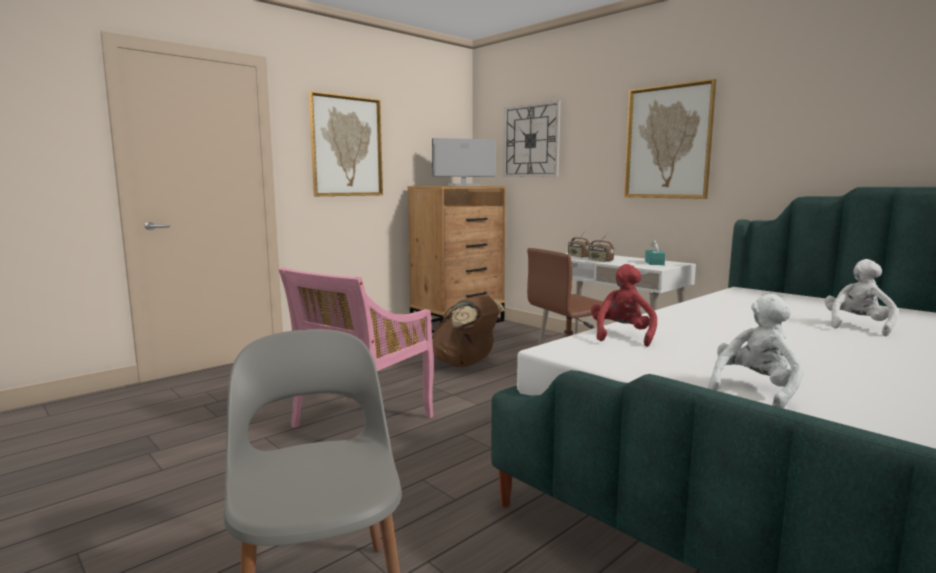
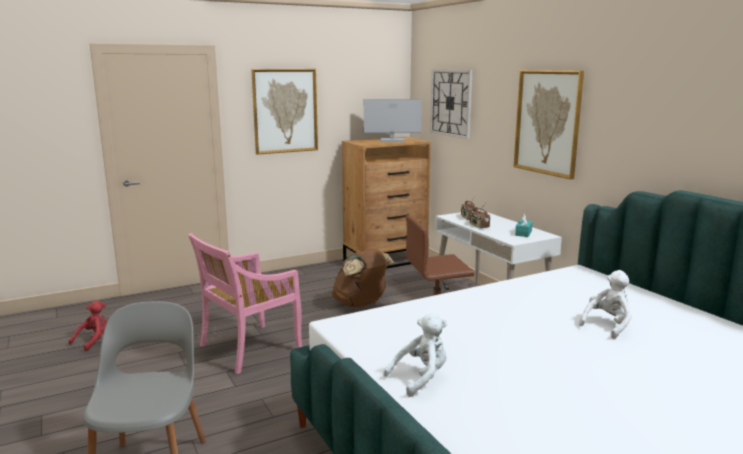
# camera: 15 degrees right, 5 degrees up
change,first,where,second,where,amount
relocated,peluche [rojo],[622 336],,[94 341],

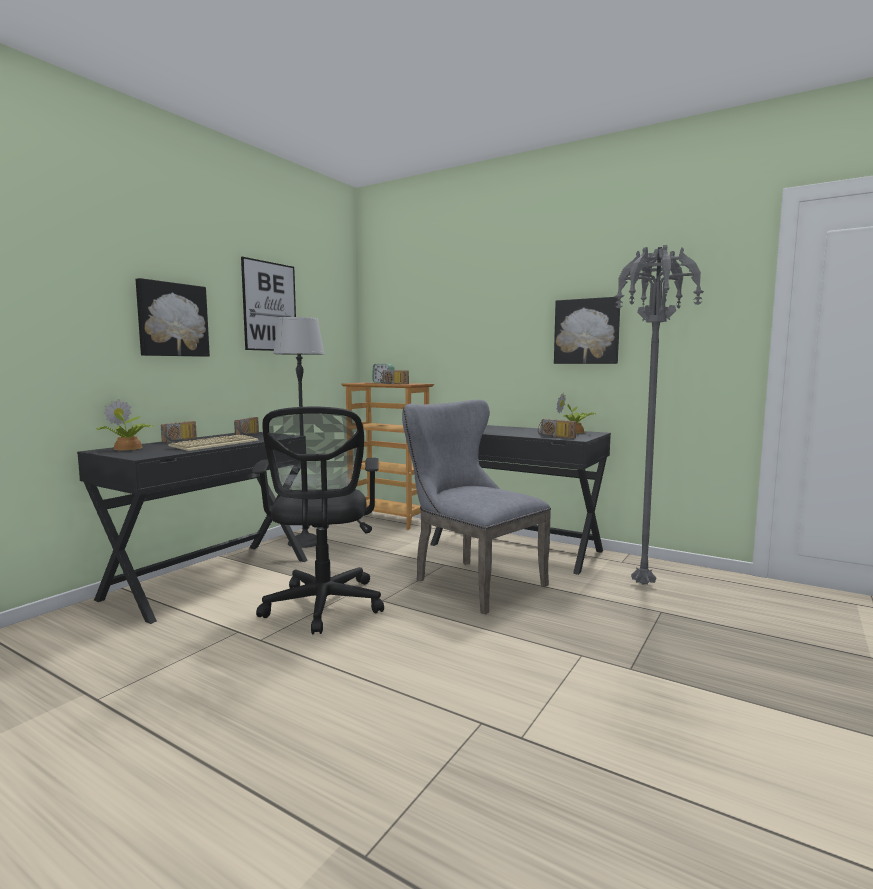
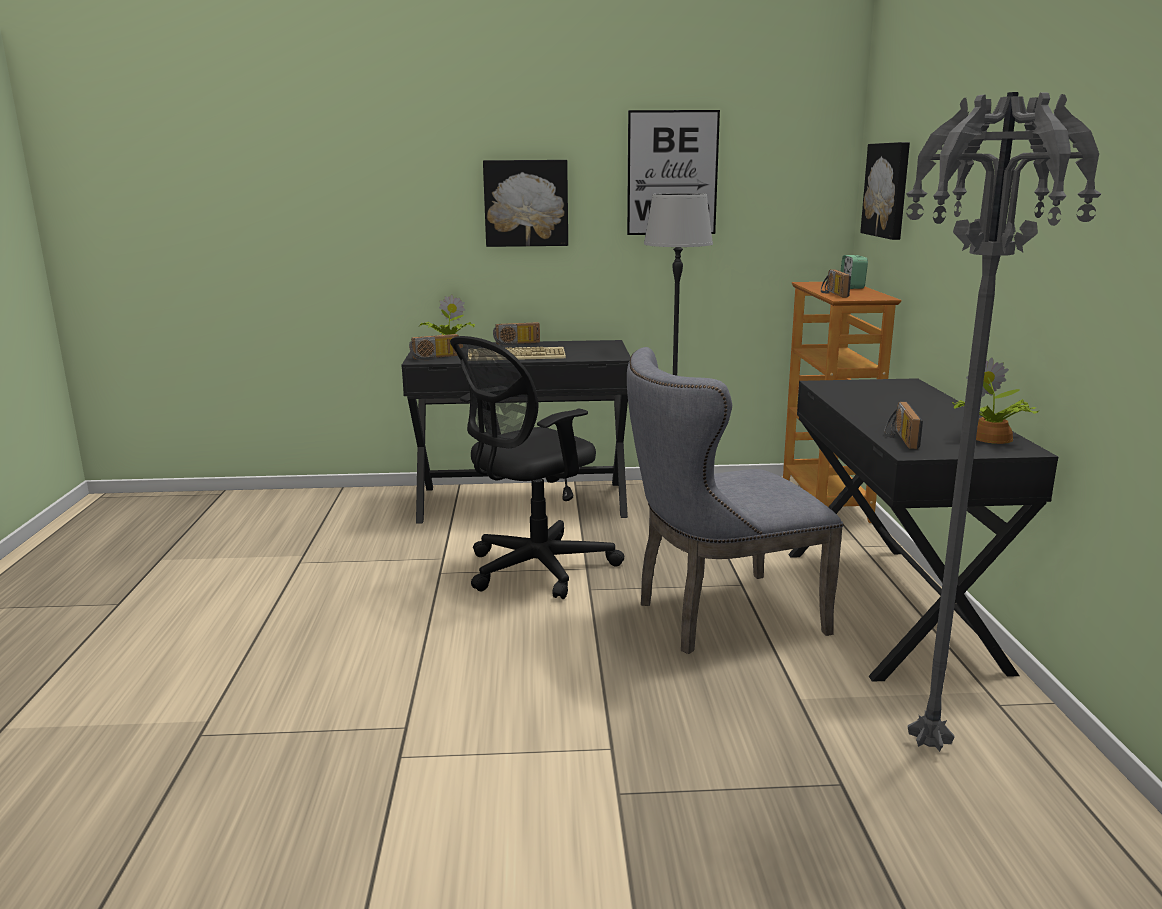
# camera: 55 degrees right, 10 degrees up
change,first,where,second,where,amount
relocated,radio,[249 435],,[435 358],
relocated,cuadro,[587 331],,[888 190],
spun,silla [gris],[471 581],,[718 617],120 degrees counterclockwise

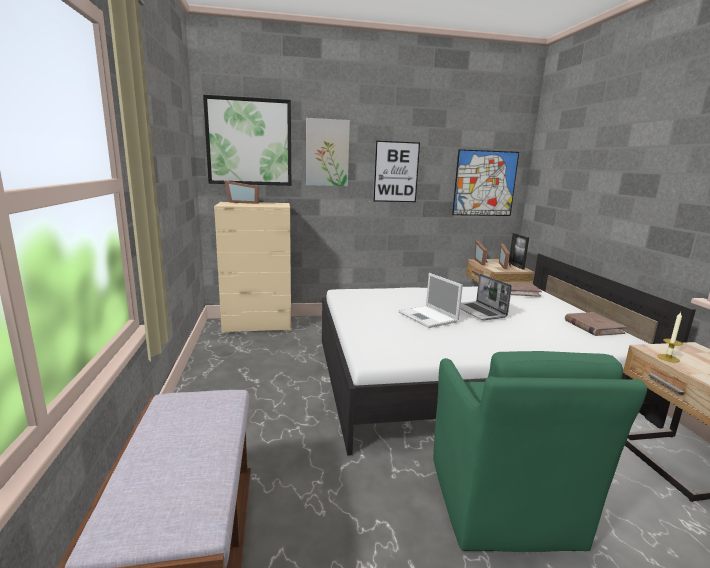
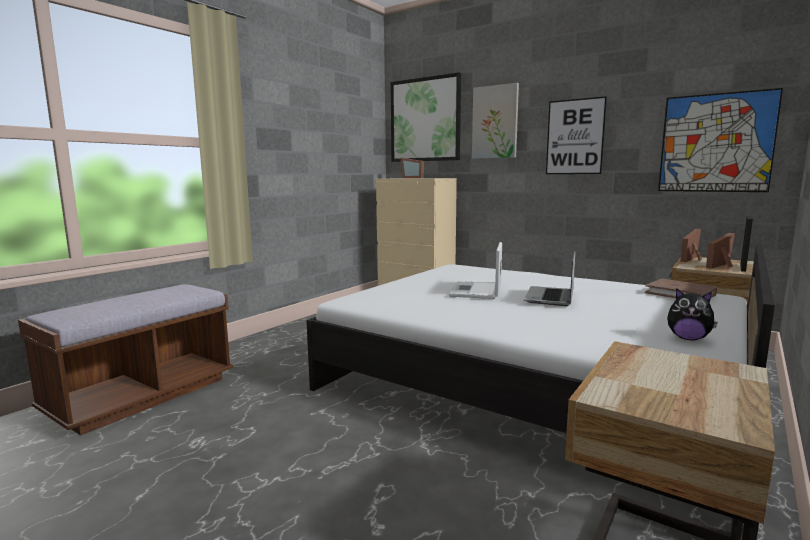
# camera: 45 degrees right, 5 degrees down
change,first,where,second,where,amount
missing,sillón [verde],[502 505],,,
missing,vela,[668 358],,,
exchanged,libro [marrón],[593 326],peluche,[688 338],

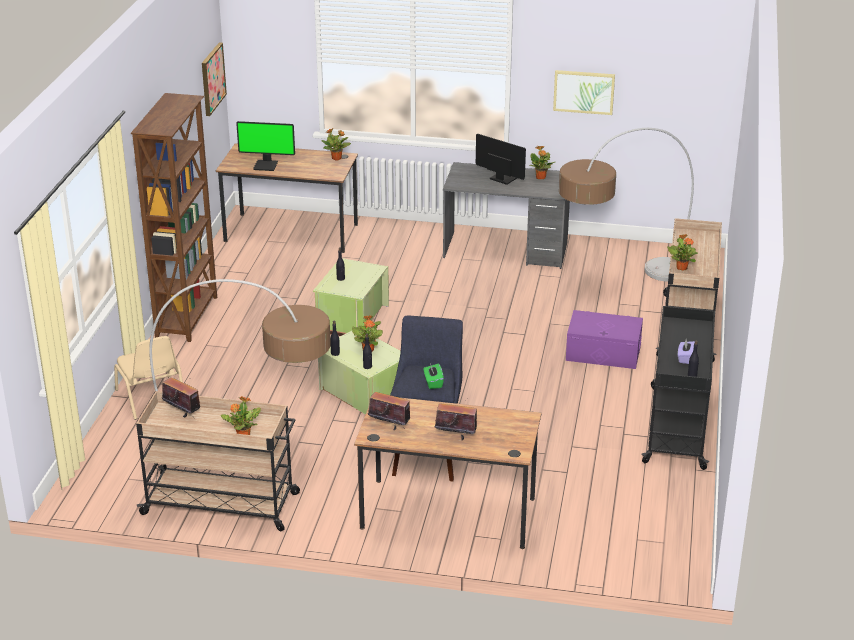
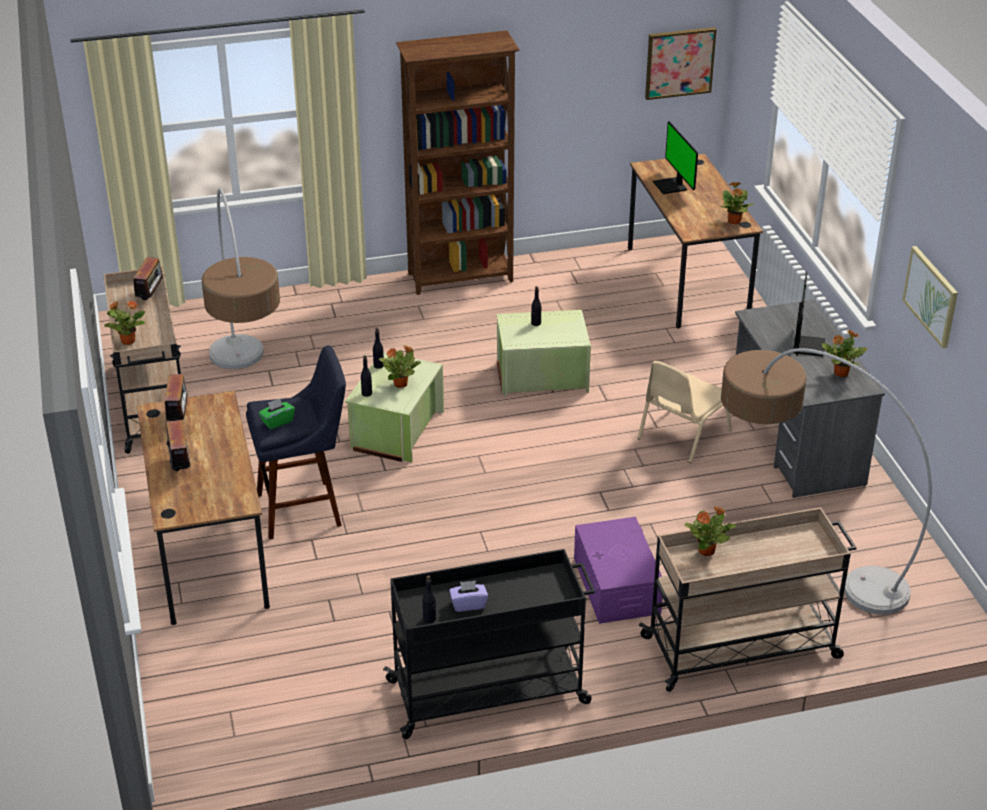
# camera: 65 degrees right, 5 degrees up
change,first,where,second,where,amount
relocated,silla [beis],[151 398],,[682 435],

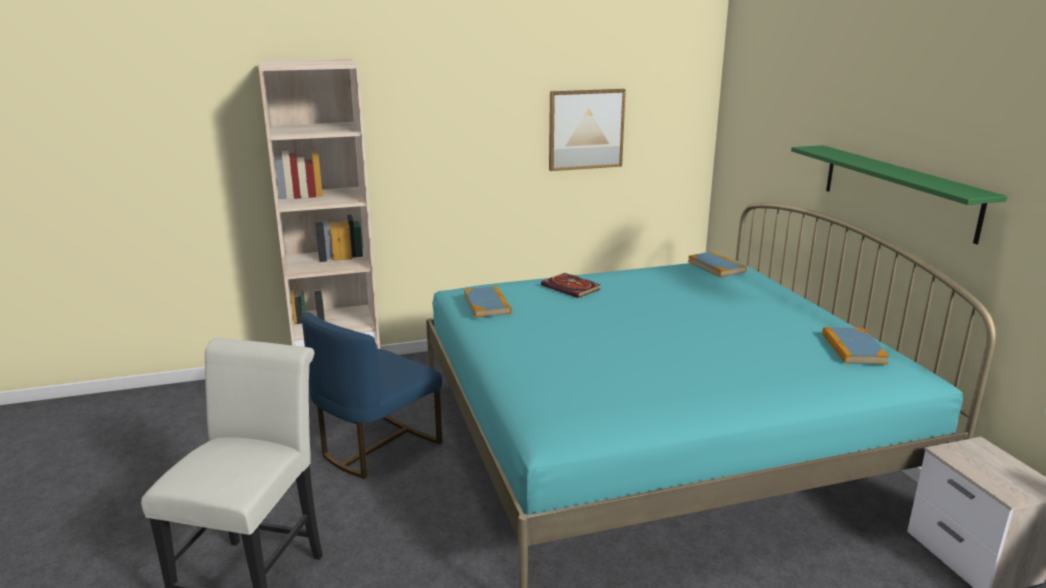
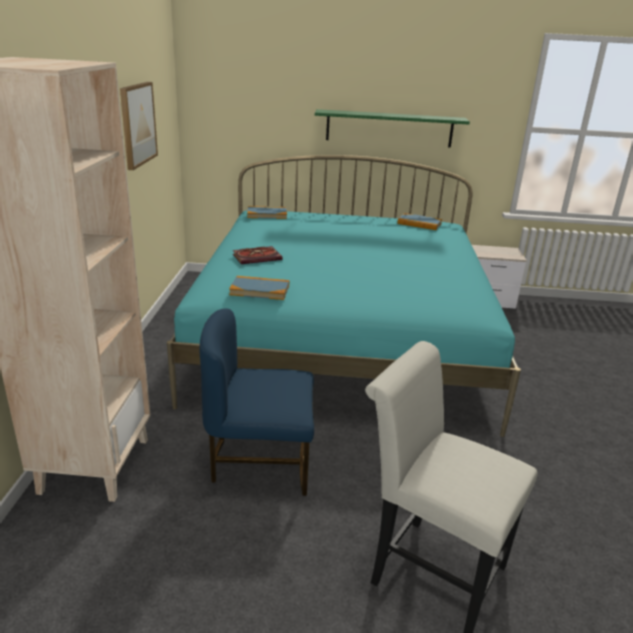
# camera: 70 degrees left, 5 degrees up
change,first,where,second,where,amount
spun,silla [azul],[377 447],,[260 461],120 degrees clockwise

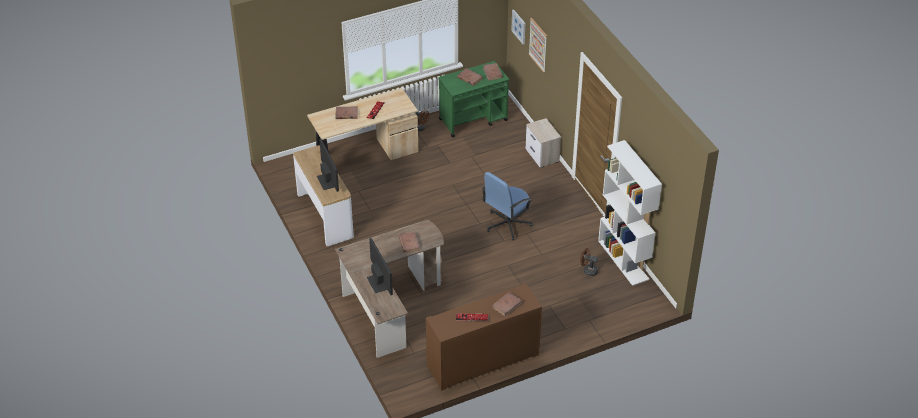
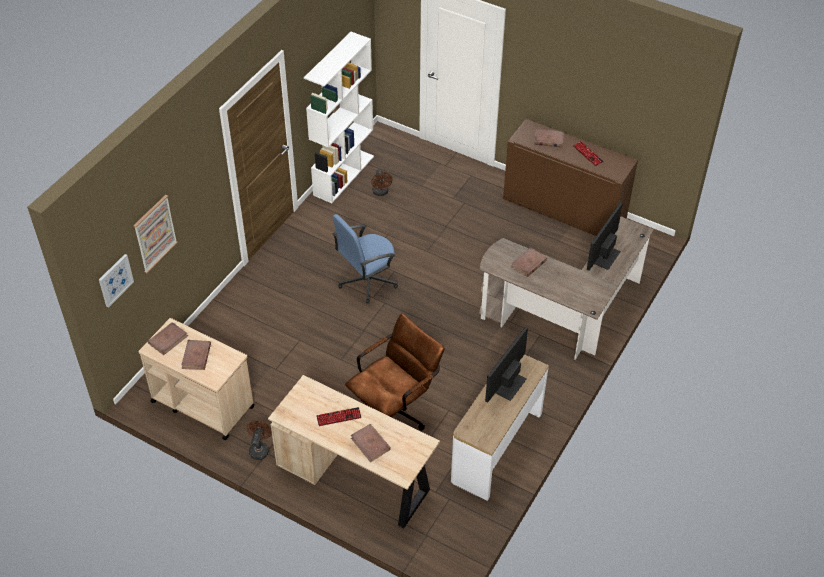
# camera: 125 degrees left, 5 degrees up
change,first,where,second,where,amount
missing,mesita de noche,[542 156],,,
appeared,,,silla de oficina [marrón],[395 411],
colour,carrito [verde],[473 120],carrito [beis],[202 403],
spun,silla de oficina [azul],[507 224],,[367 281],135 degrees clockwise

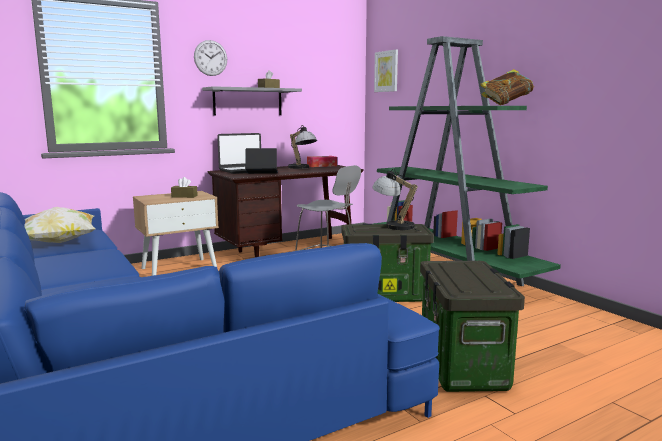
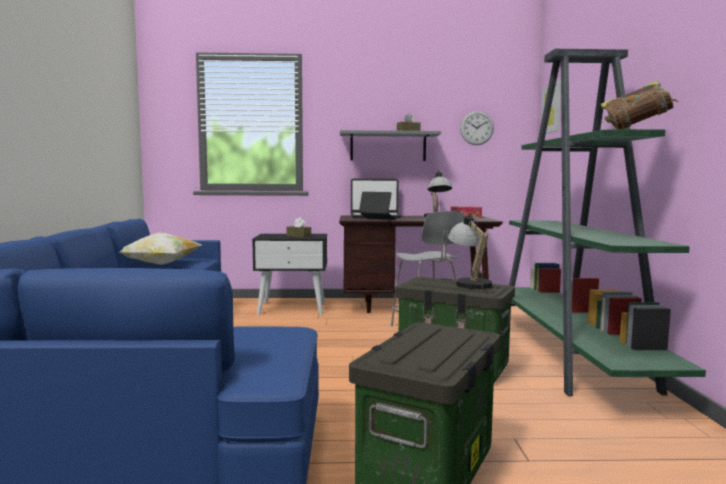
# camera: 30 degrees right, 5 degrees down
change,first,where,second,where,amount
relocated,reloj de pared,[210 58],,[476 128],
colour,mesita de noche [beis],[179 269],mesita de noche [negro],[292 308],

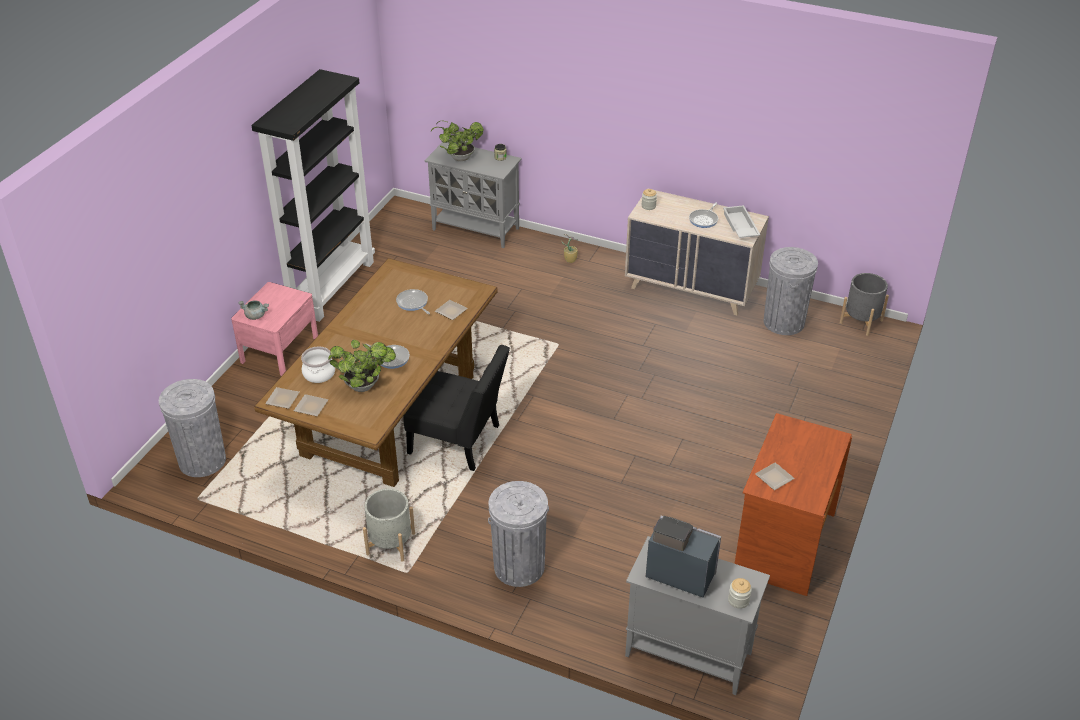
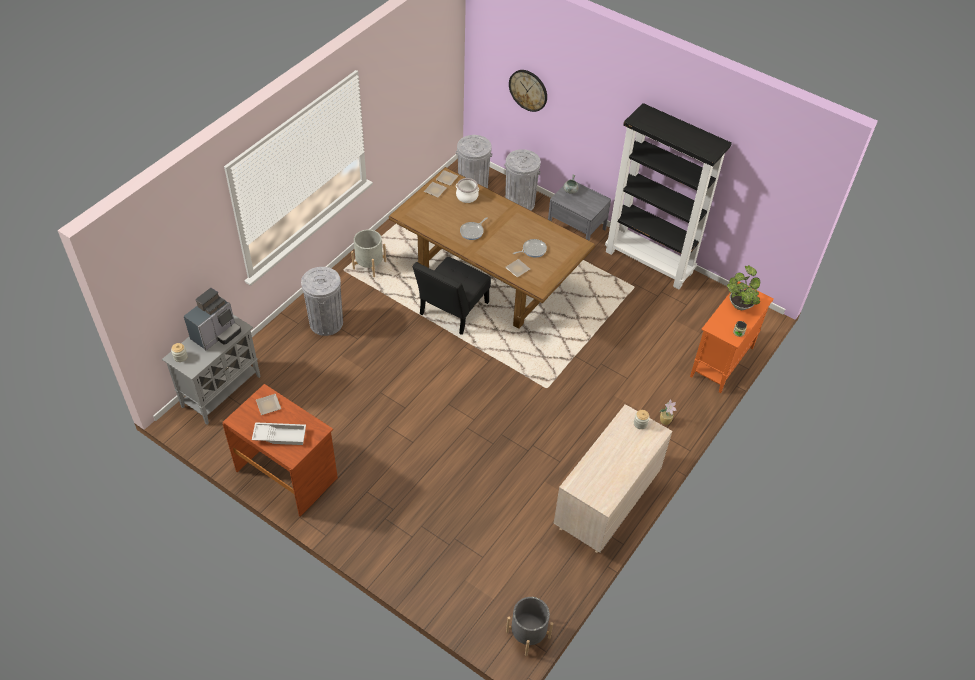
# camera: 100 degrees right, 10 degrees up
change,first,where,second,where,amount
missing,planta en maceta,[365 386],,,
missing,sartén,[704 219],,,
appeared,,,reloj de pared,[528 90],
relocated,bandeja [blanco],[739 226],,[280 435],
relocated,papelera [gris],[783 322],,[520 203],
colour,mesita de noche [rosa],[279 350],mesita de noche [gris],[576 229],
colour,armario [gris],[476 229],armario [naranja],[721 362],

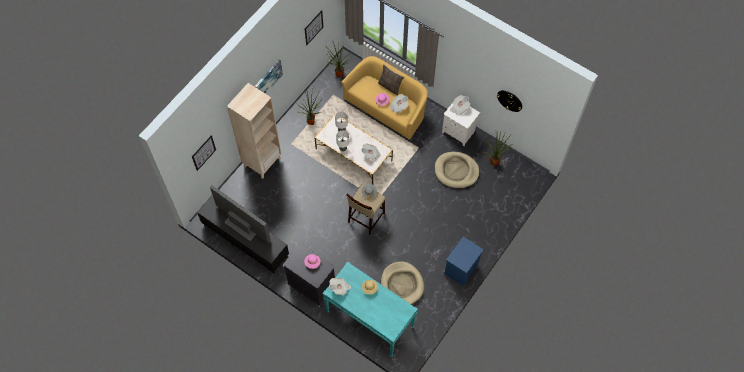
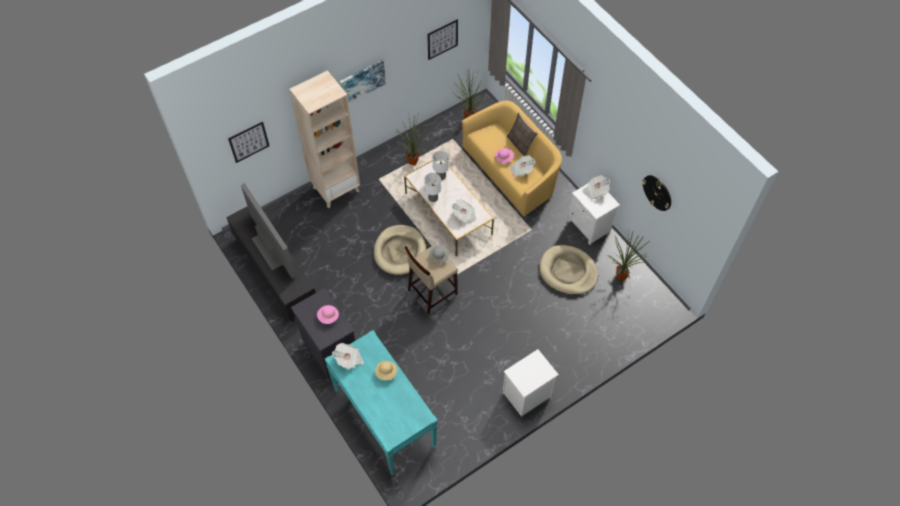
# camera: 20 degrees right, 5 degrees down
change,first,where,second,where,amount
relocated,cama para perro [beis],[402 284],,[400 251],
colour,mesita de noche [azul],[461 270],mesita de noche [blanco],[526 395],

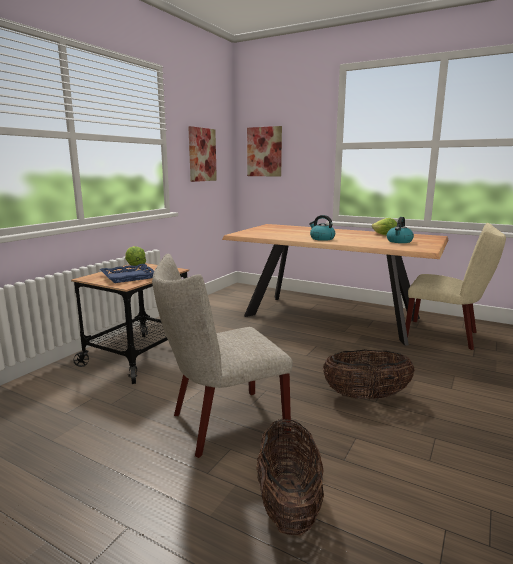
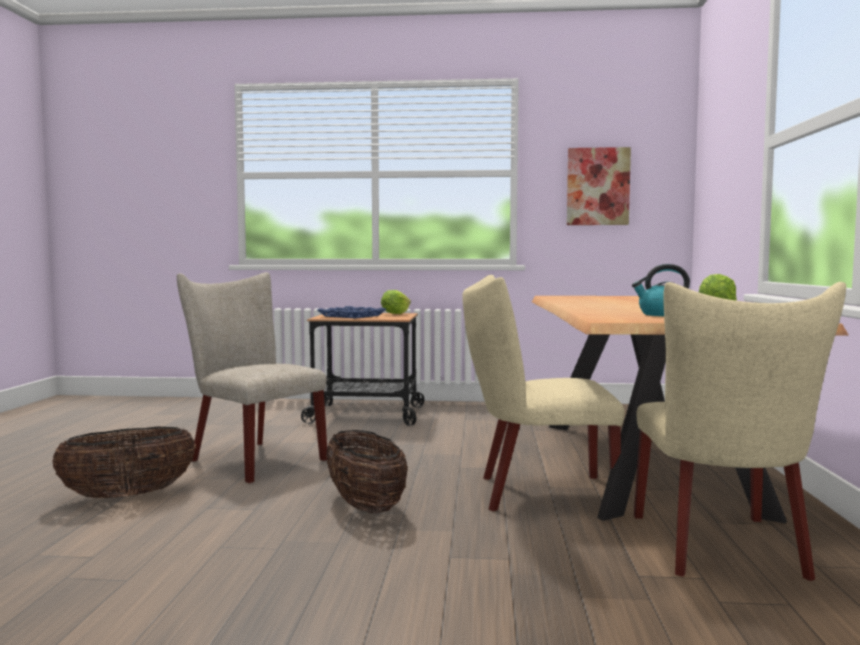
# camera: 65 degrees right, 10 degrees down
change,first,where,second,where,amount
missing,cuadro,[264 152],,,
missing,hervidor,[321 238],,,
appeared,,,silla [beis],[536 493],

